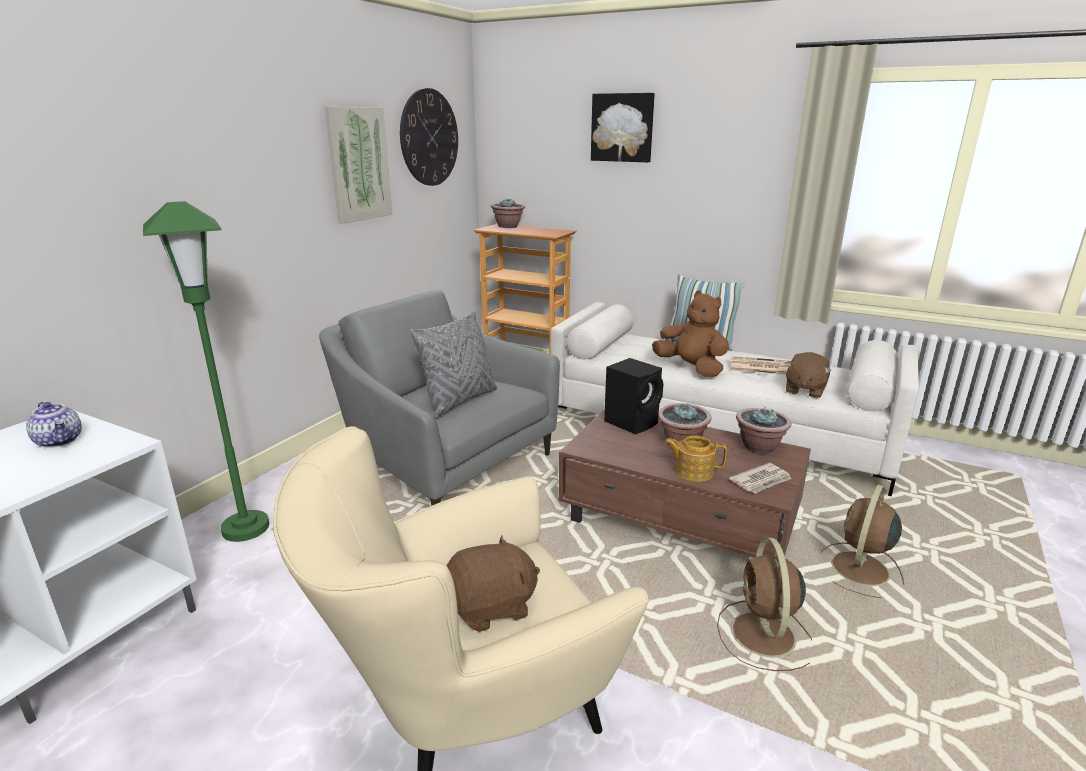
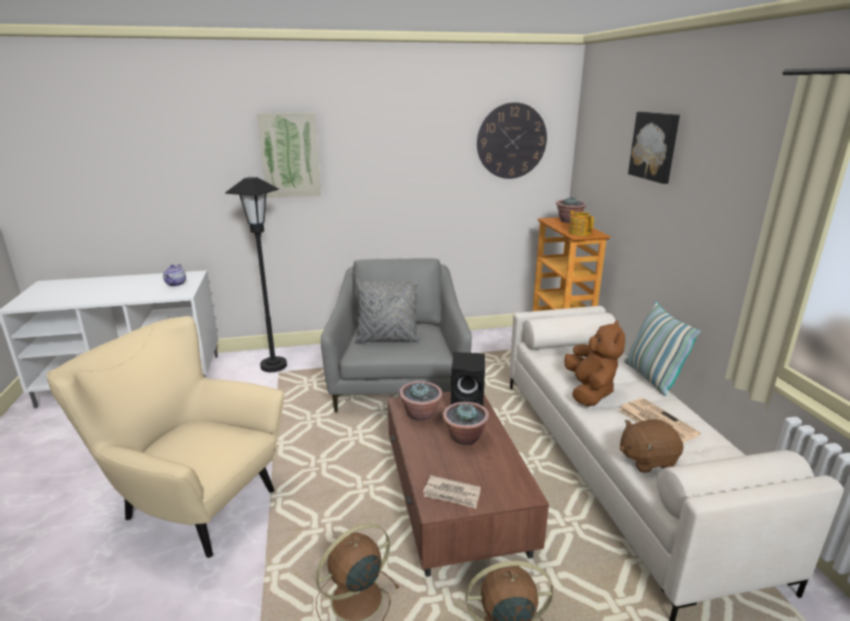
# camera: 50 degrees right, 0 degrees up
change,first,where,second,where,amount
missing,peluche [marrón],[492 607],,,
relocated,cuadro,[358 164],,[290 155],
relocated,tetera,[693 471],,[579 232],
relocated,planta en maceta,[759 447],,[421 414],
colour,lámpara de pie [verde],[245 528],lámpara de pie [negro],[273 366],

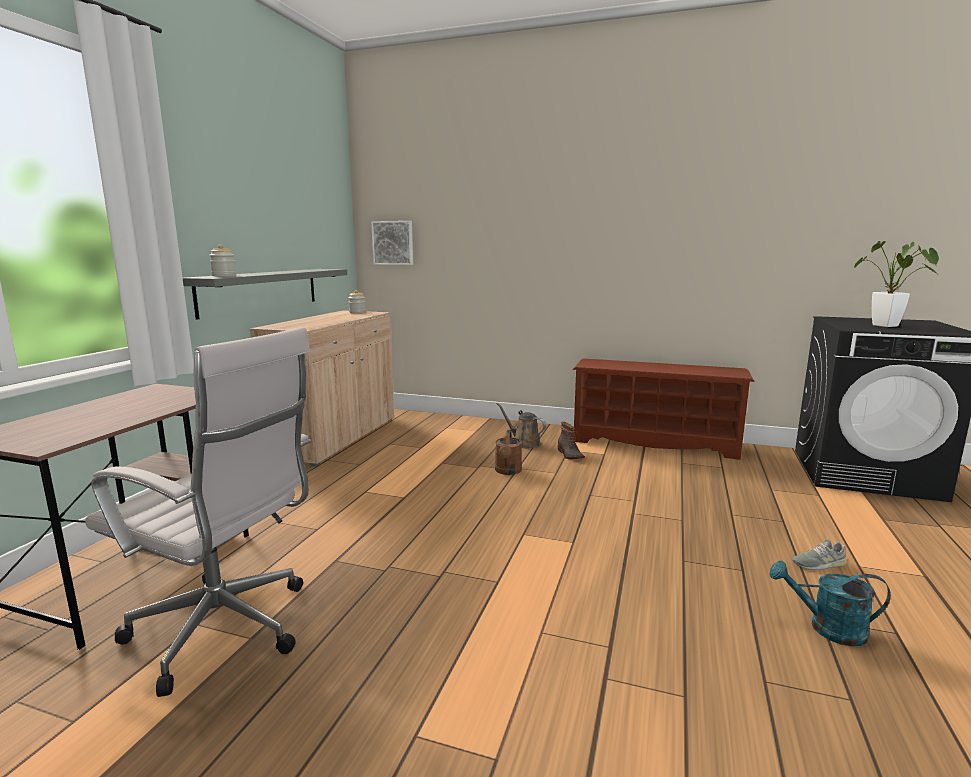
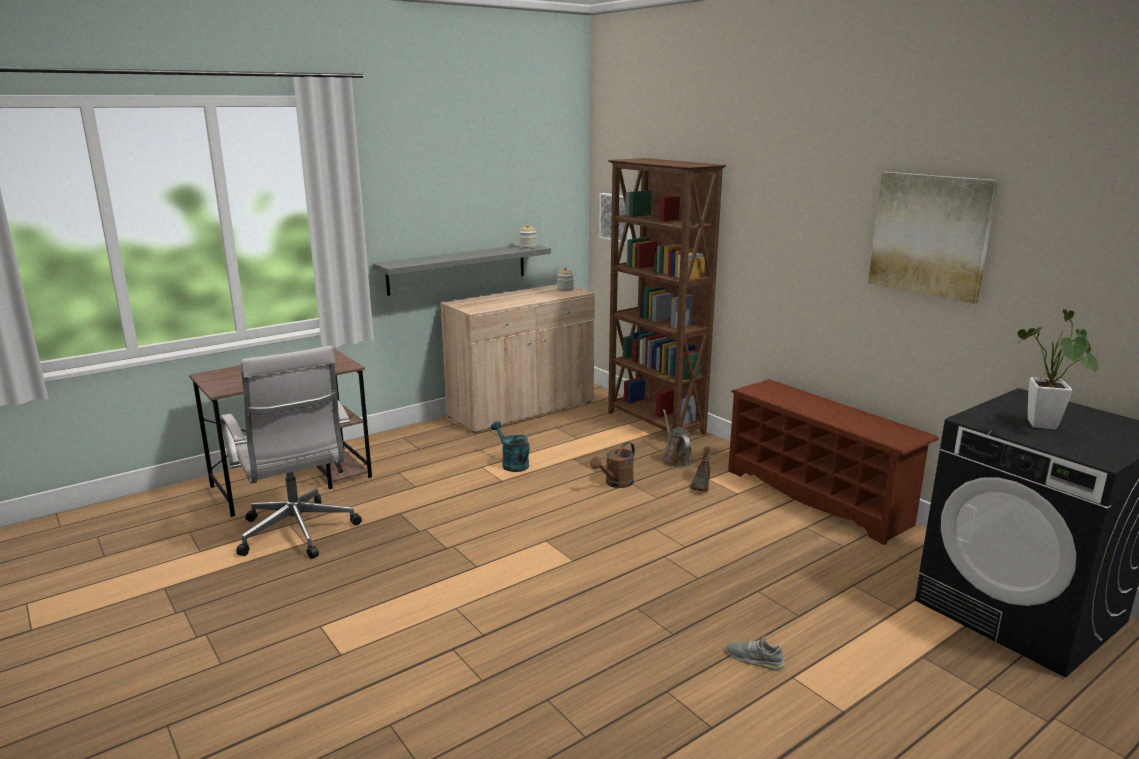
# camera: 35 degrees right, 5 degrees up
change,first,where,second,where,amount
appeared,,,estantería [marrón],[655 423],
appeared,,,cuadro,[930 235],
relocated,tarro,[224 276],,[528 247],
relocated,regadera [turquesa],[827 628],,[512 464],

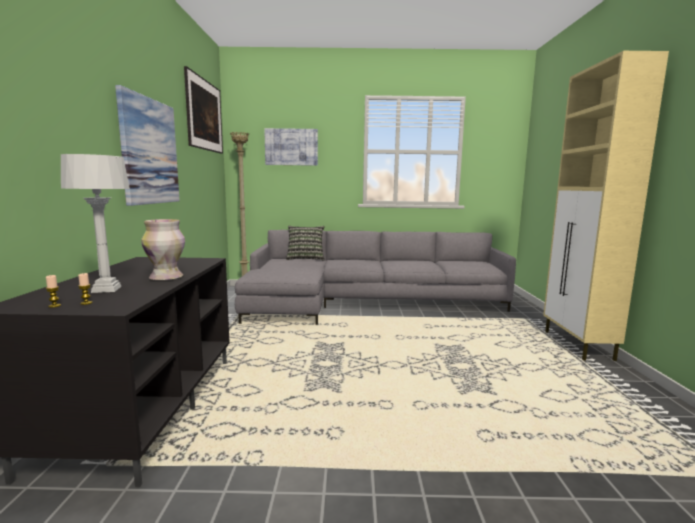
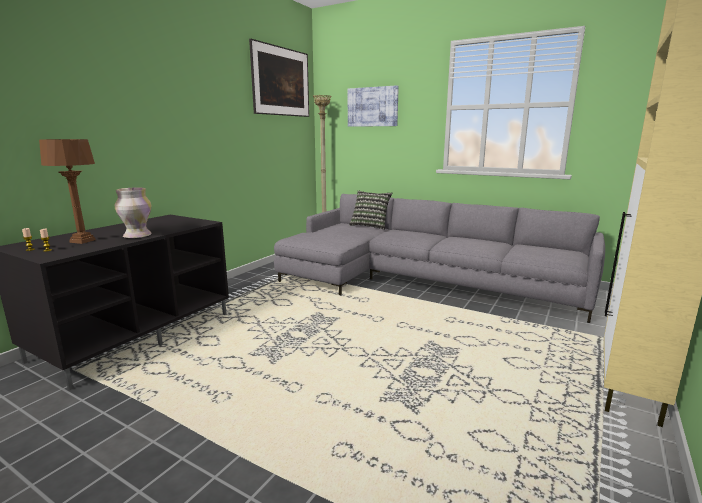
# camera: 30 degrees right, 5 degrees up
change,first,where,second,where,amount
missing,cuadro,[149 151],,,
colour,lámpara de mesa [gris],[107 289],lámpara de mesa [marrón],[83 241],

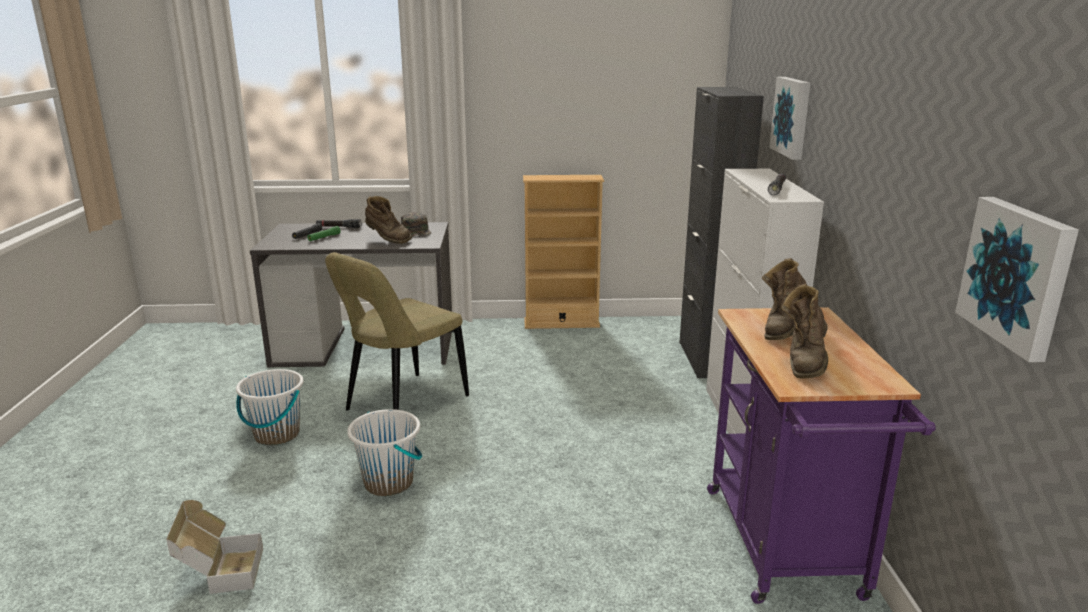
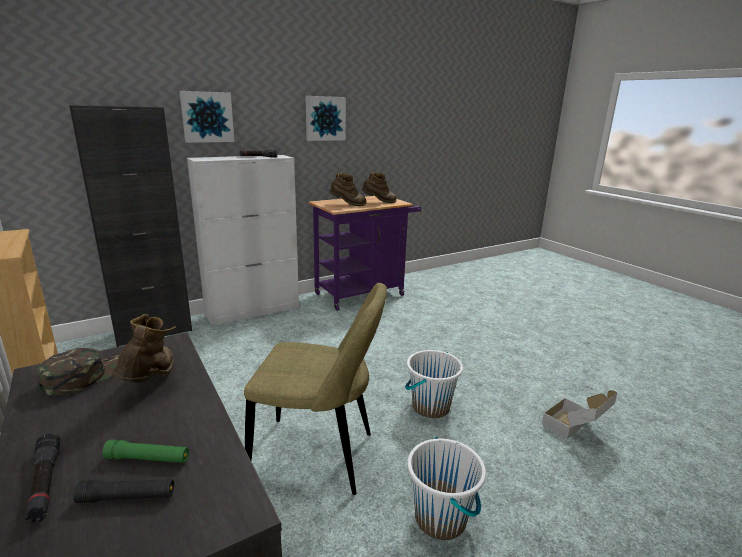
# camera: 120 degrees left, 0 degrees up
change,first,where,second,where,amount
relocated,cuadro,[1018 275],,[325 118],

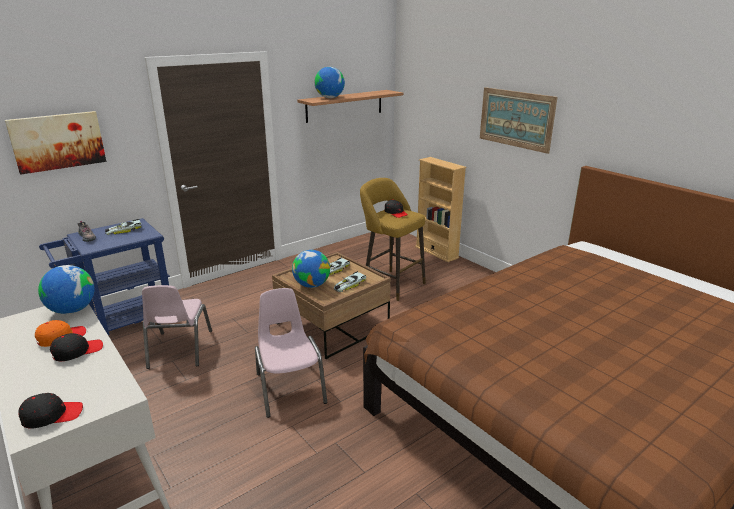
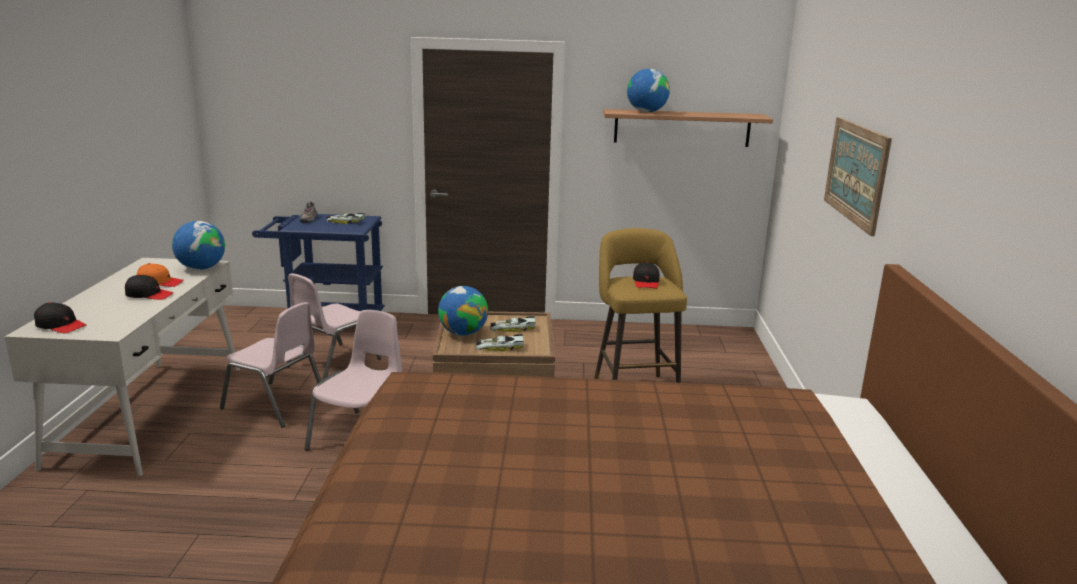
# camera: 40 degrees right, 5 degrees down
change,first,where,second,where,amount
missing,cuadro,[58 141],,,
missing,estantería [beis],[436 252],,,
appeared,,,silla [rosa],[275 405],

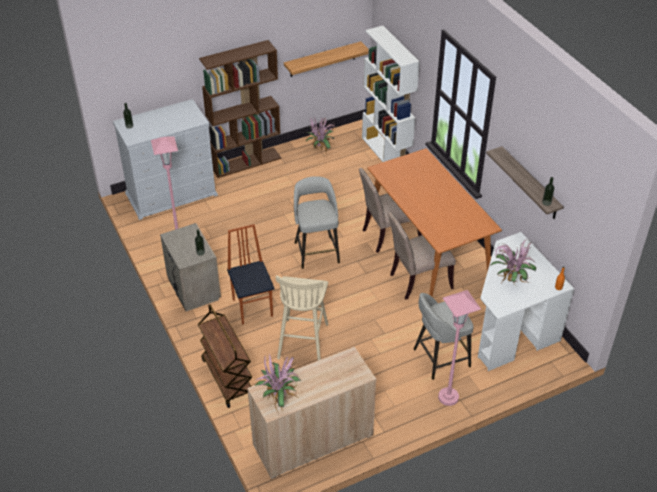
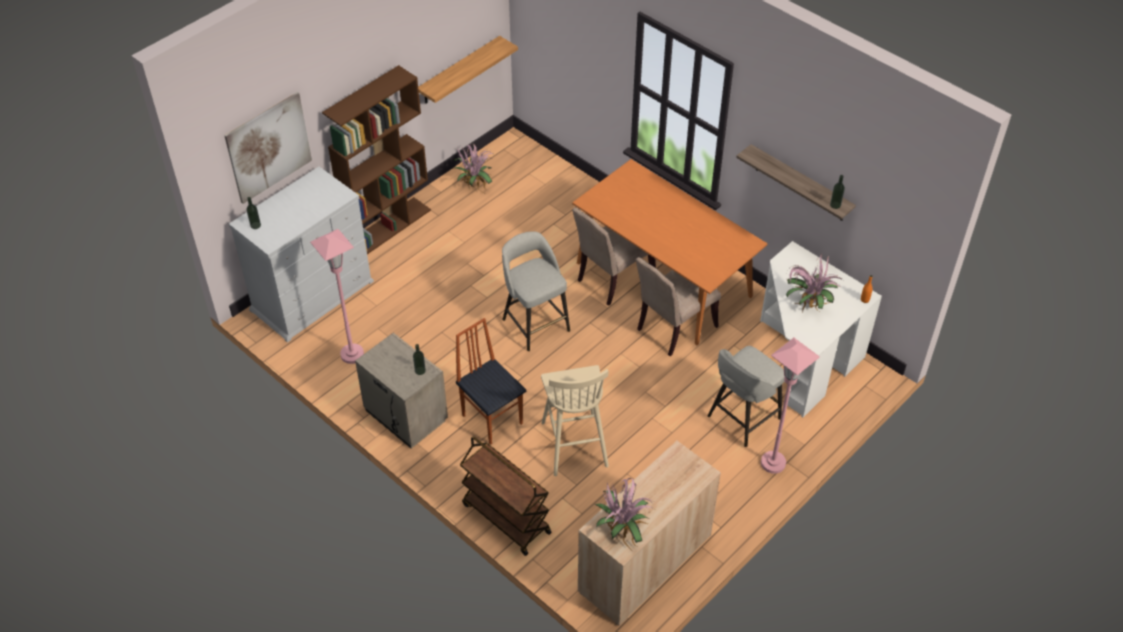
# camera: 20 degrees left, 5 degrees up
change,first,where,second,where,amount
missing,estantería [blanco],[386 154],,,
appeared,,,cuadro,[268 147],

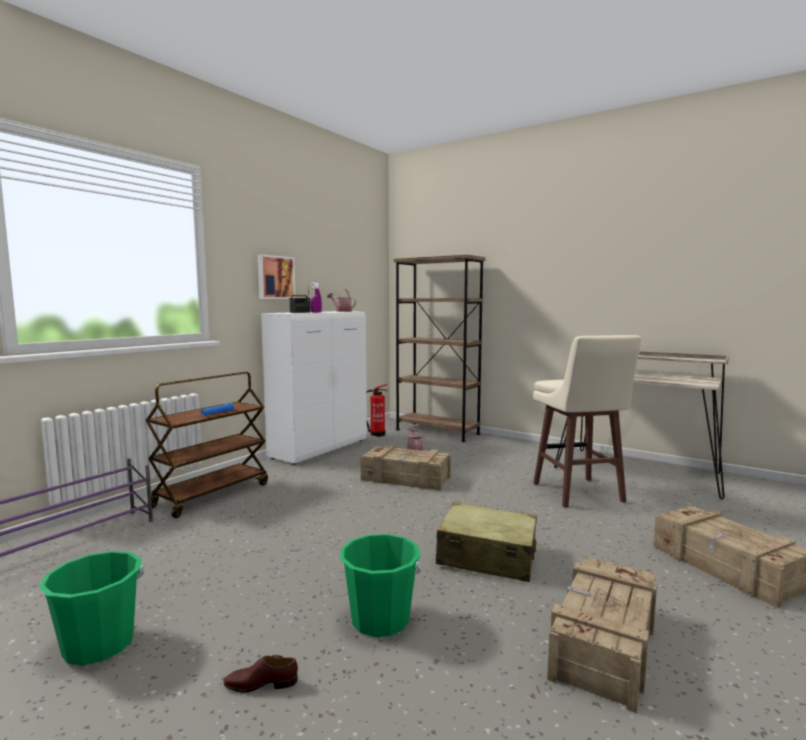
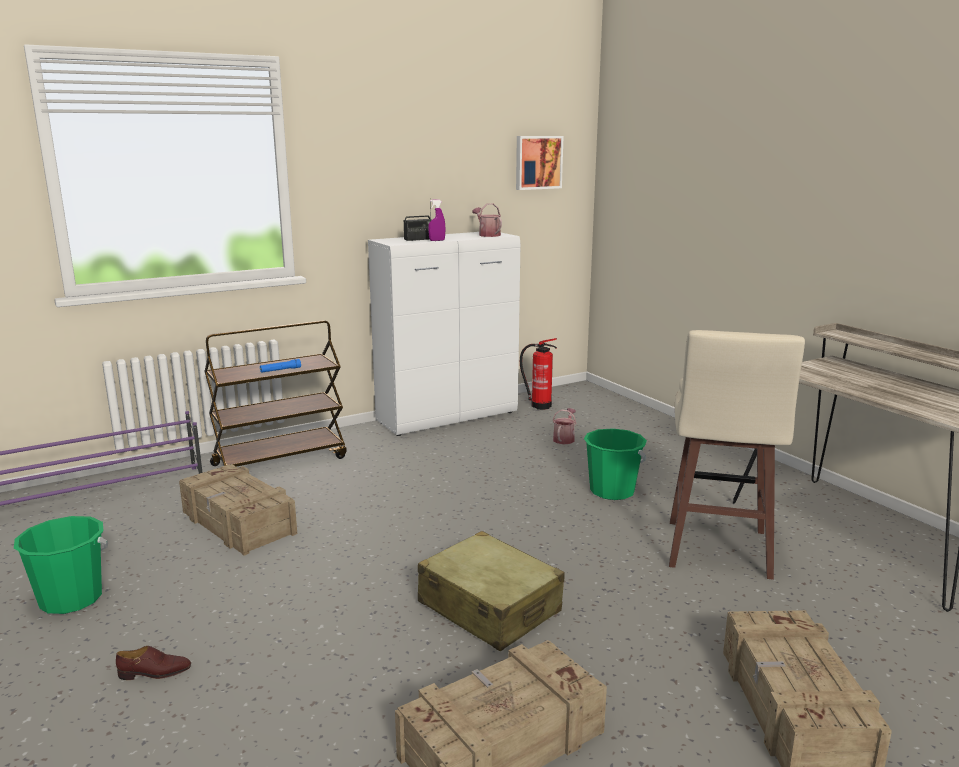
# camera: 25 degrees right, 10 degrees up
change,first,where,second,where,amount
missing,estantería [marrón],[437 432],,,
relocated,cuadro,[275 277],,[538 162],
relocated,cubo [verde],[380 620],,[612 491],
relocated,caja de embalaje,[406 479],,[238 523],
spun,zapato [marrón],[261 684],,[155 672],150 degrees clockwise

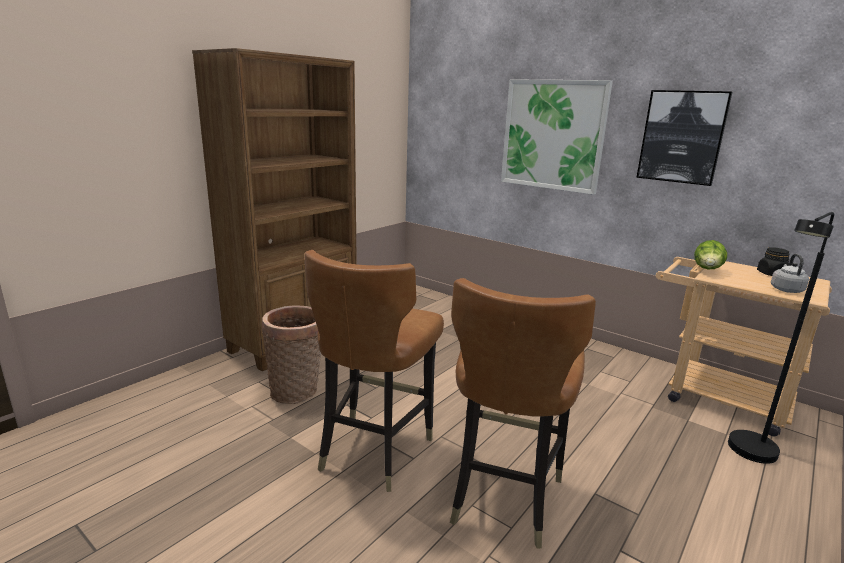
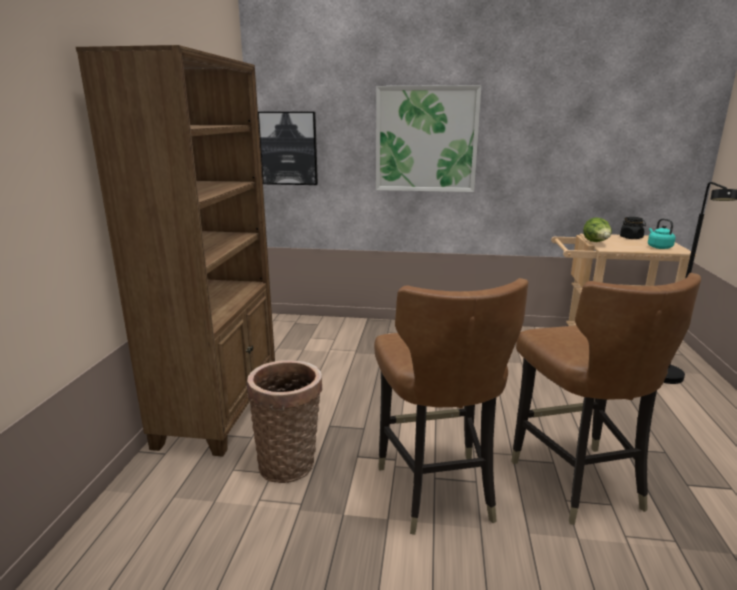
# camera: 30 degrees left, 0 degrees up
change,first,where,second,where,amount
relocated,cuadro,[682 137],,[288 148],
colour,hervidor [gris],[786 289],hervidor [turquesa],[658 247],

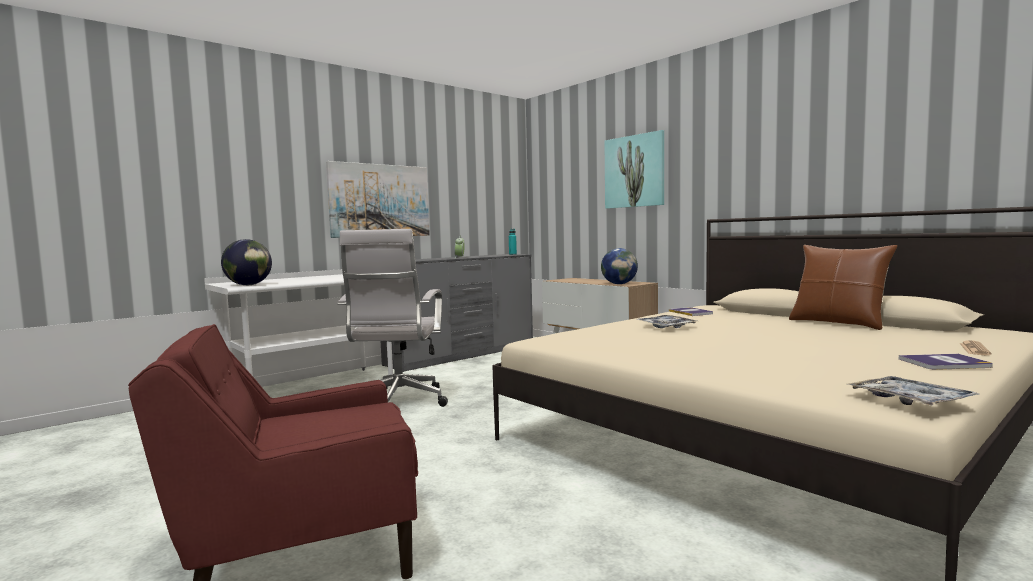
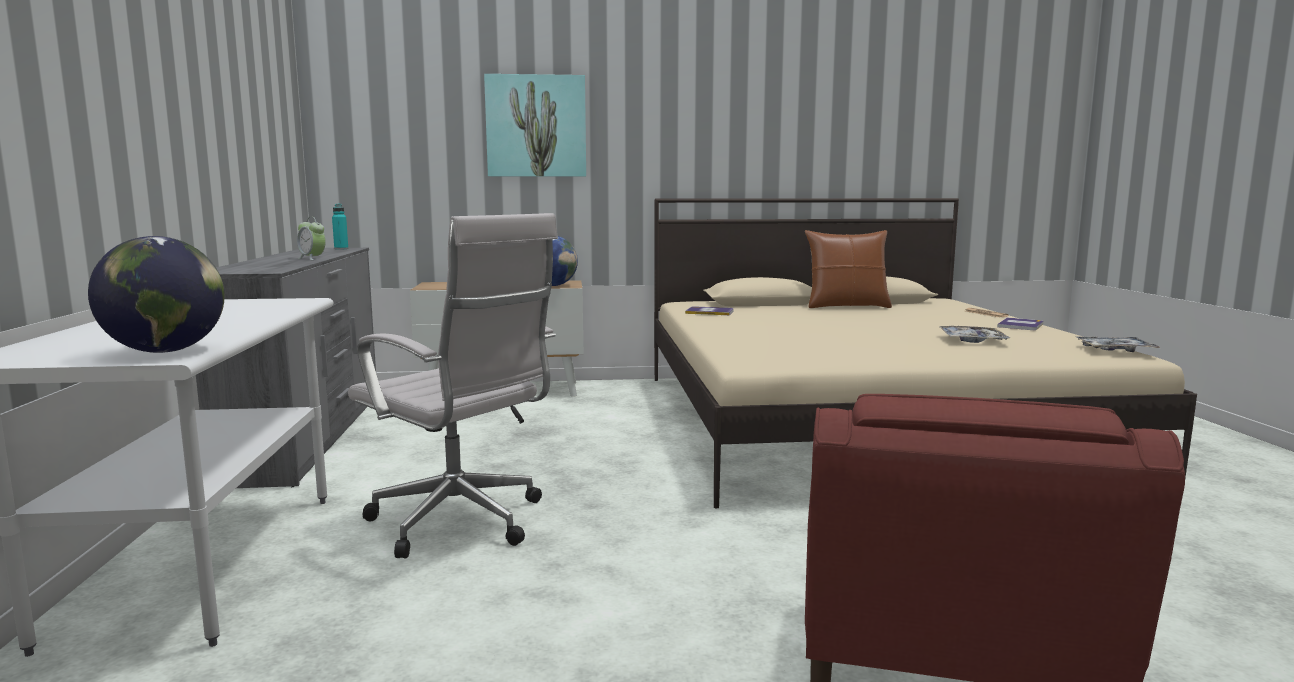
# camera: 55 degrees left, 5 degrees up
change,first,where,second,where,amount
missing,cuadro,[380 200],,,
relocated,bandeja,[666 327],,[972 340],

